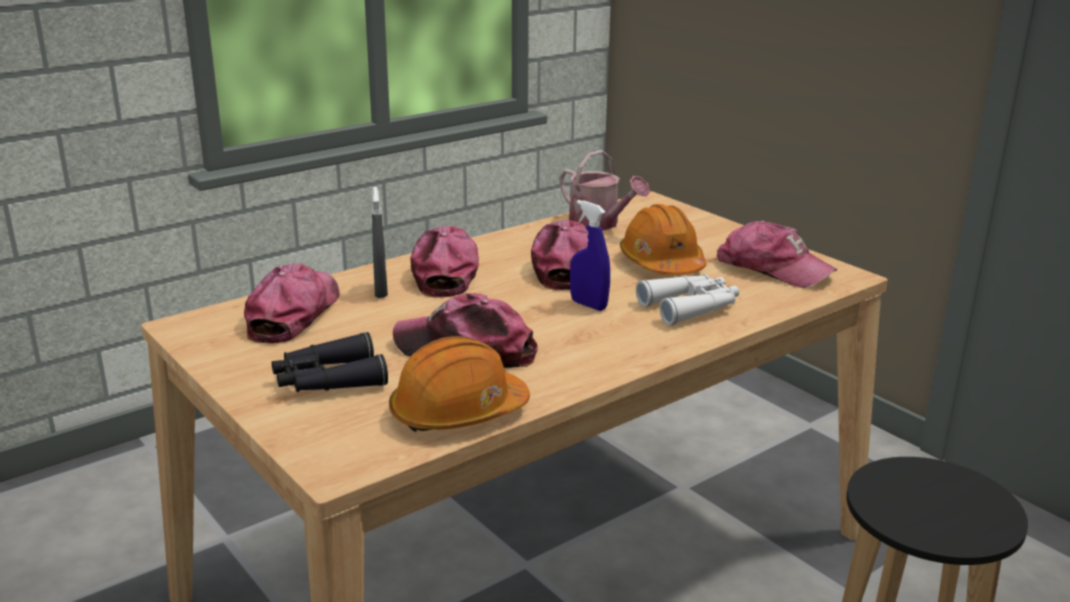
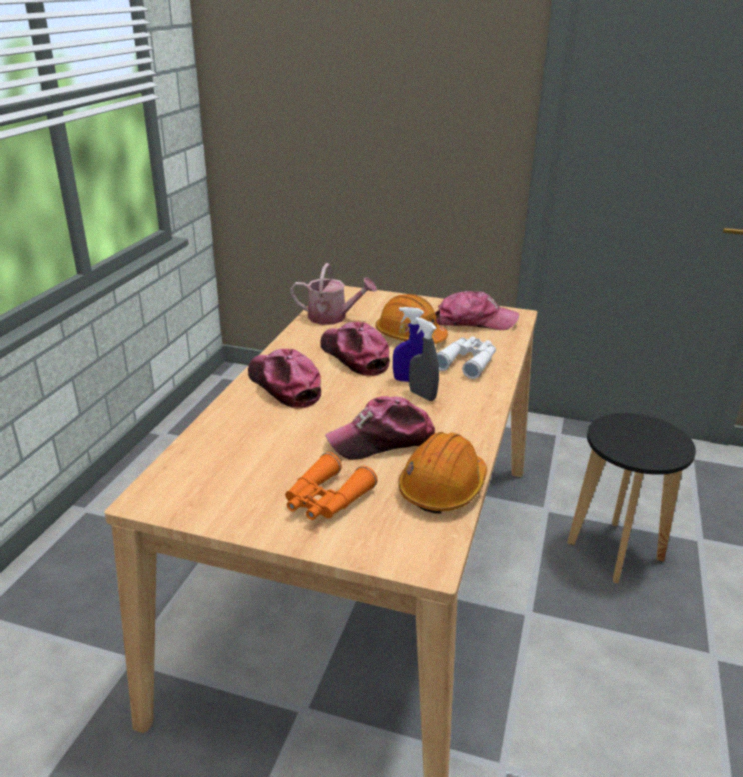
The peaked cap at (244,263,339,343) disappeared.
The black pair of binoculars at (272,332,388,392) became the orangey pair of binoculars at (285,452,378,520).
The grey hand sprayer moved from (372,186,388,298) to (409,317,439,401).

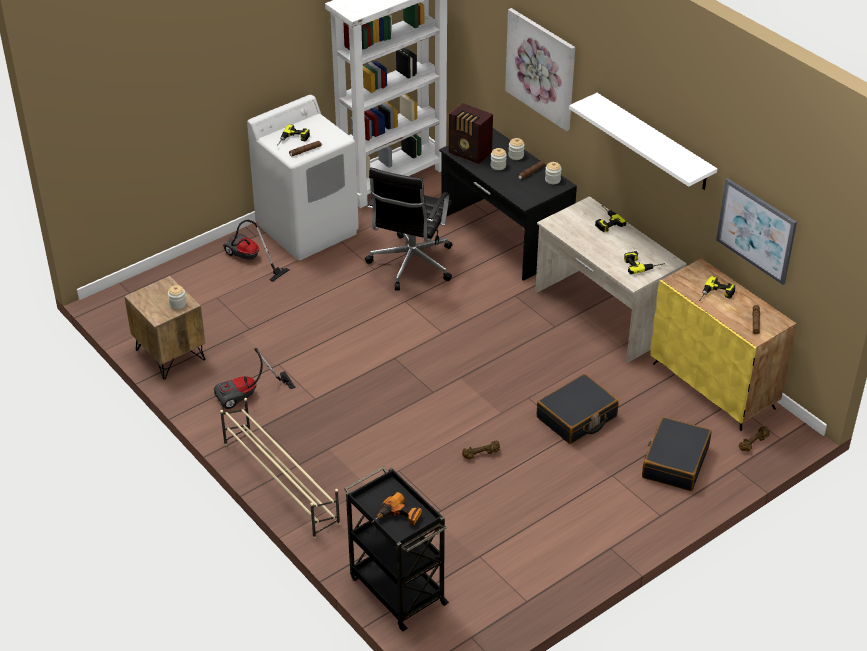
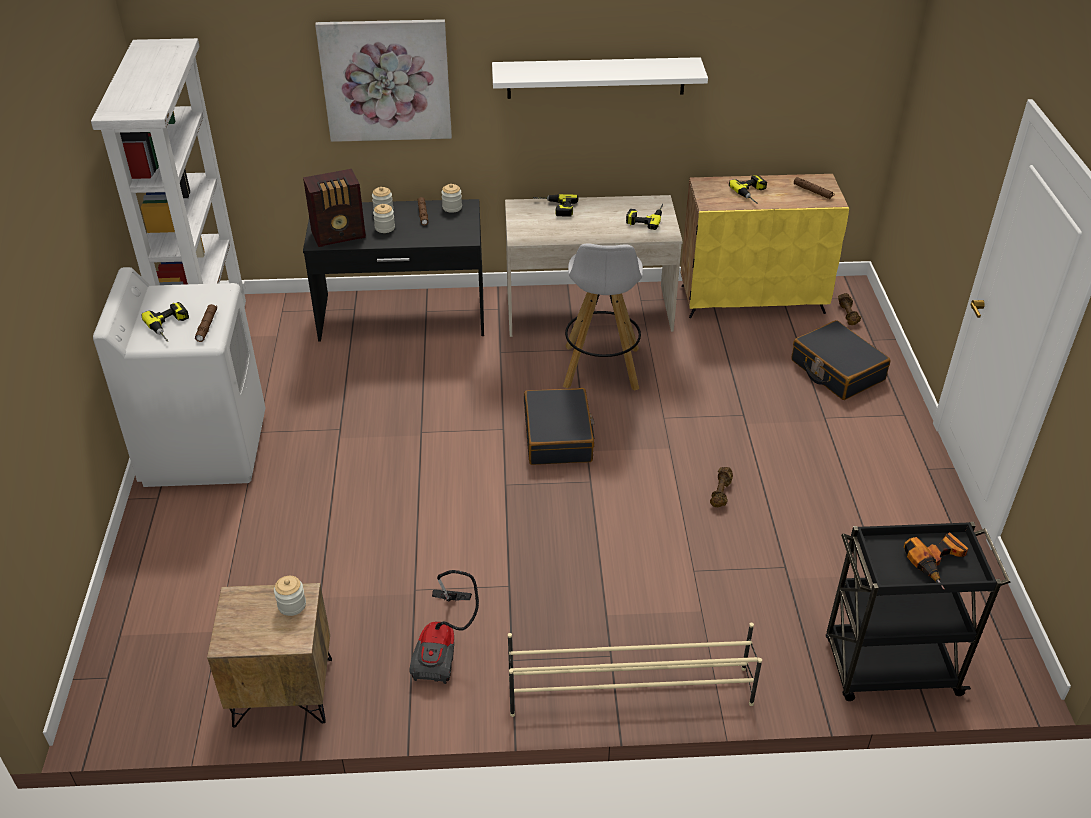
The vacuum at (223,220,290,282) disappeared.
The black computer chair at (365,167,452,290) disappeared.
The black travel case moved from (536,374,619,444) to (524,388,595,465).
The picture at (716,178,797,285) disappeared.
The white stool seat at (563,243,643,391) appeared.

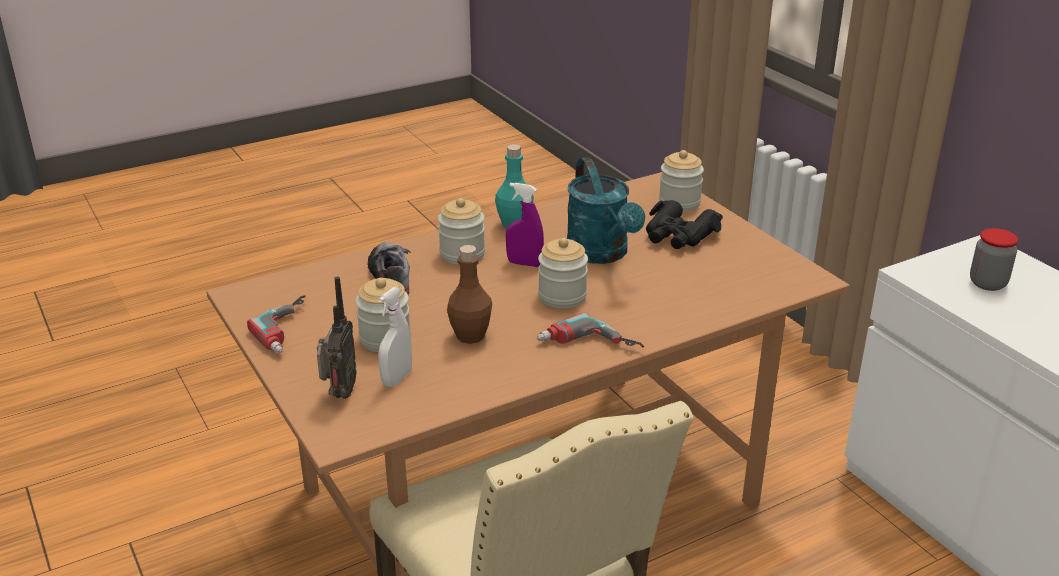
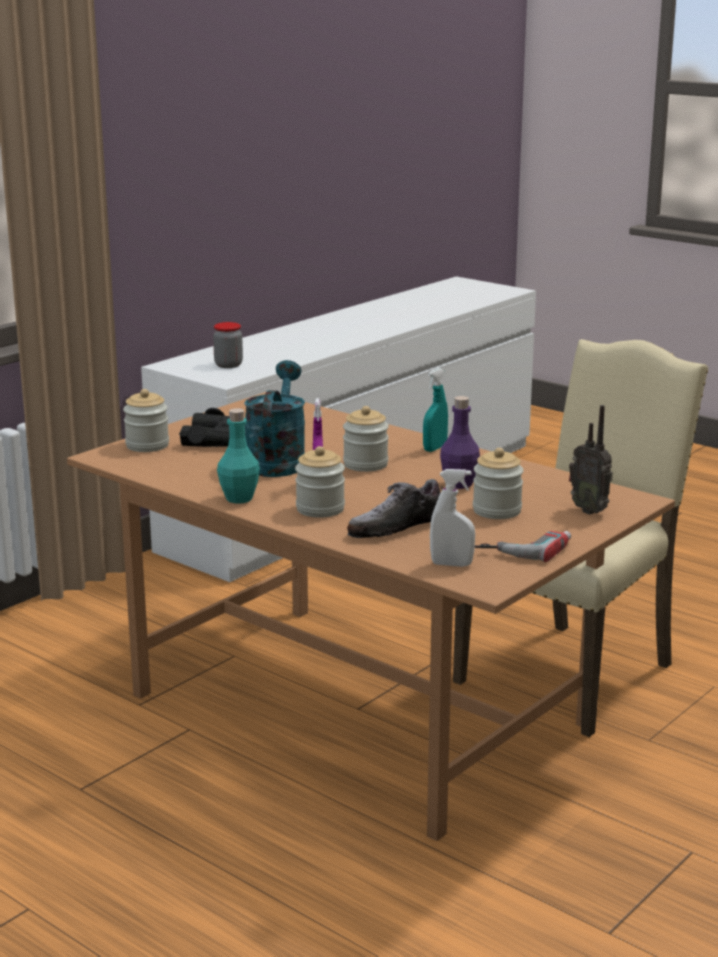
The radio at (317,276,357,399) turned 120 degrees counterclockwise.
The white hand sprayer moved from (378,287,412,387) to (430,469,475,567).
The brown beverage bottle at (447,245,492,344) became the purplish beverage bottle at (440,396,480,489).
The power drill at (537,313,644,347) was replaced by the turquoise hand sprayer at (423,368,448,452).
The turquoise watering pot at (567,157,645,264) turned 45 degrees counterclockwise.

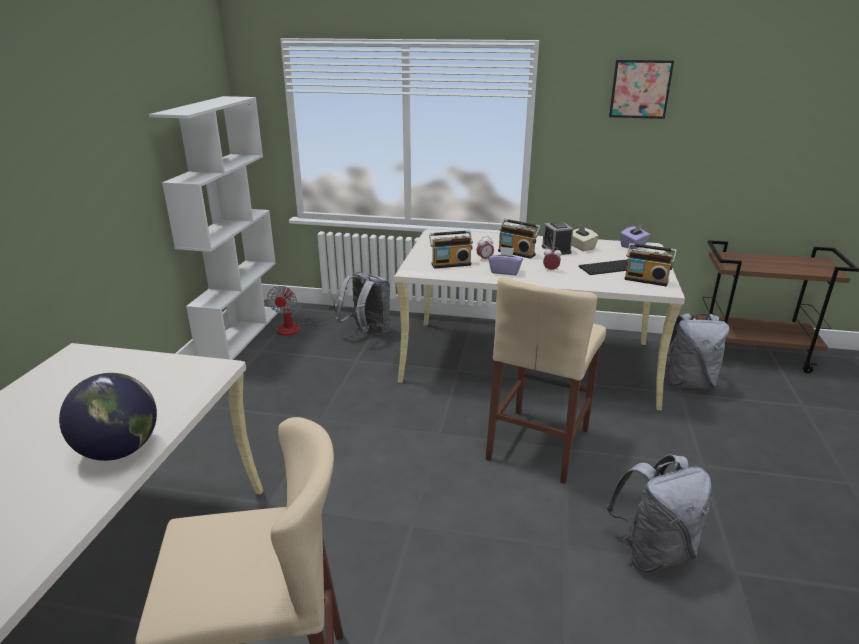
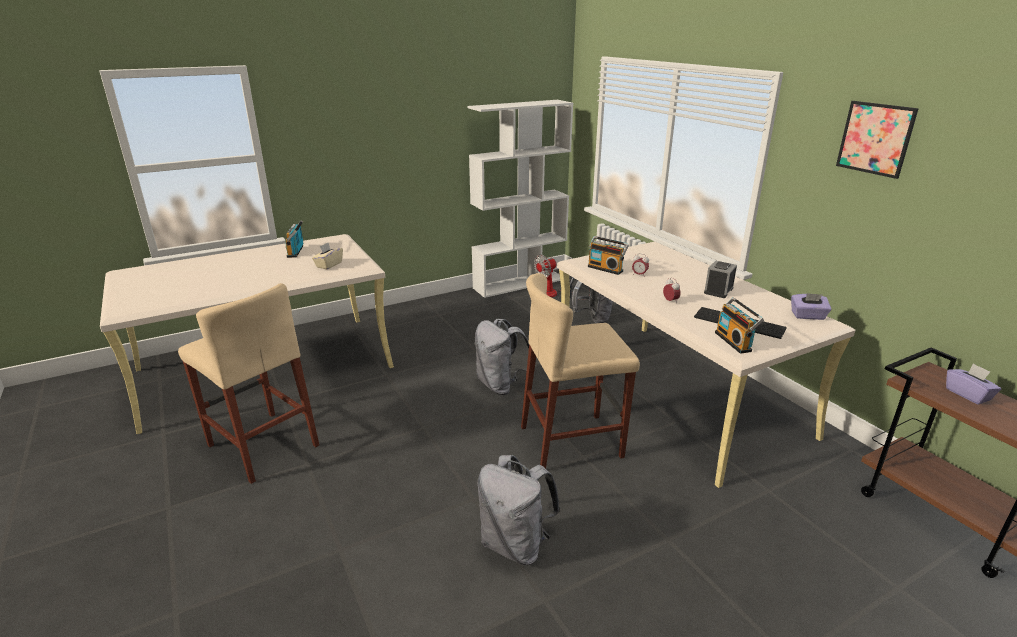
The globe at (59,373,157,461) disappeared.
The purplish tissue box moved from (489,247,523,275) to (946,363,1001,405).
The radio moved from (498,219,541,259) to (285,220,304,258).
The sand-coloured tissue box moved from (572,225,599,251) to (312,243,343,269).
The grey rucksack moved from (666,313,729,389) to (475,319,529,395).

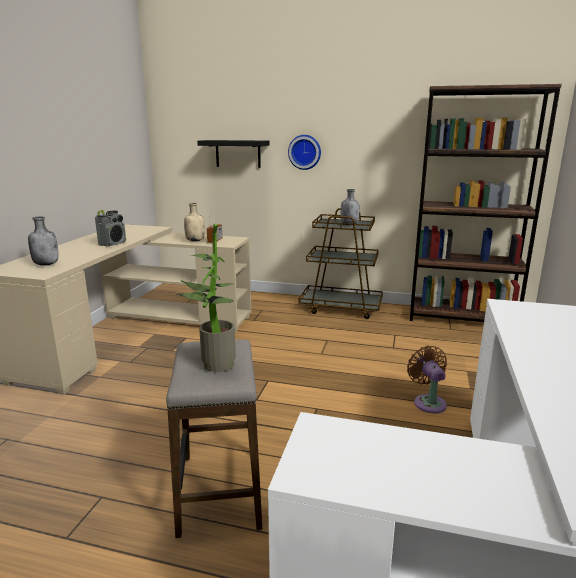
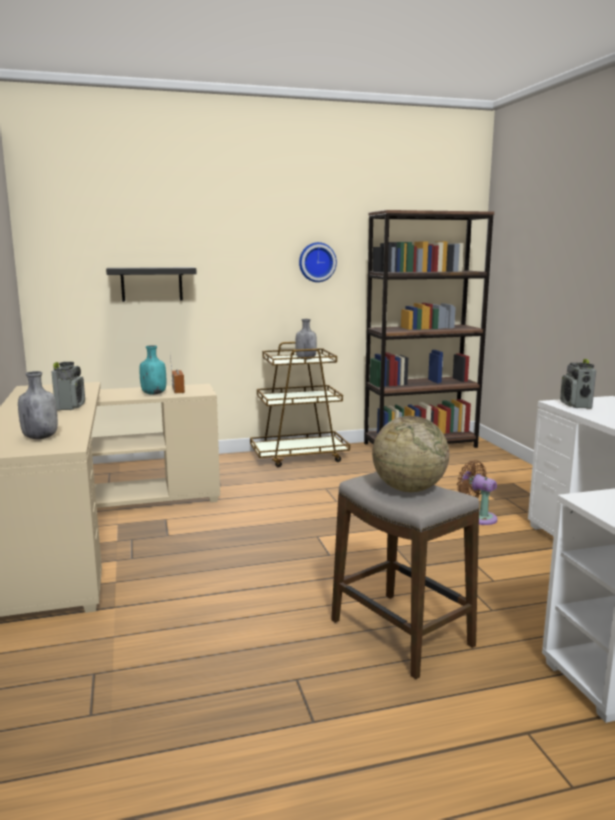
The houseplant at (176,224,236,372) was replaced by the globe at (372,416,449,492).
The sand-coloured beverage bottle at (184,203,205,242) became the turquoise beverage bottle at (139,345,166,395).
The hanging clock moved from (288,135,321,170) to (299,242,337,282).
The radio at (560,359,596,409) appeared.

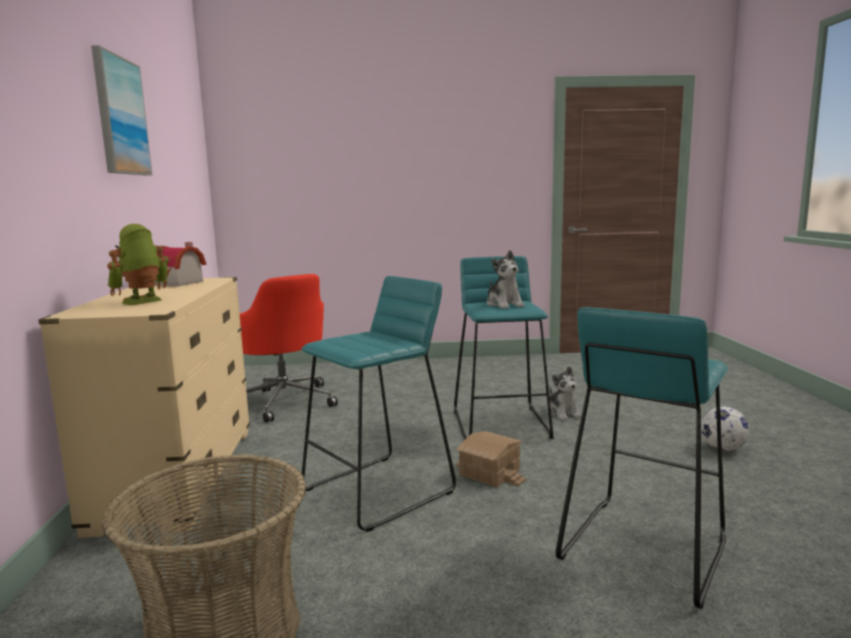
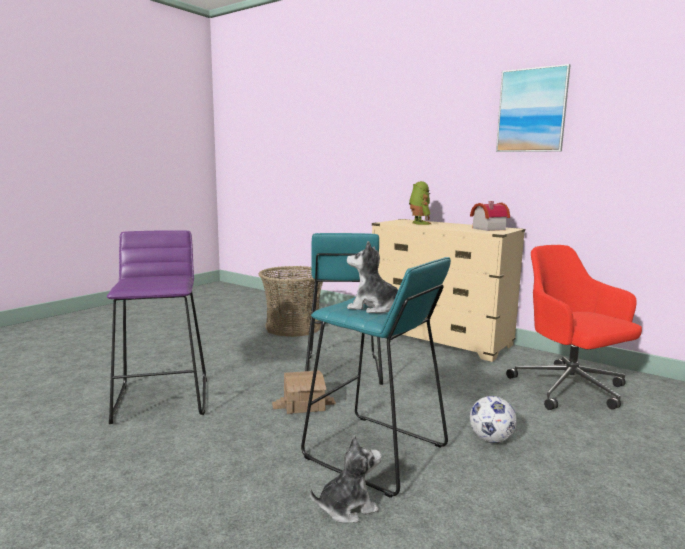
The red computer chair at (240,274,338,423) turned 60 degrees clockwise.
The plush toy at (546,366,582,421) turned 135 degrees clockwise.
The turquoise stool seat at (556,307,728,609) became the purplish stool seat at (107,230,207,424).
The football ball moved from (701,406,749,451) to (470,396,517,443).

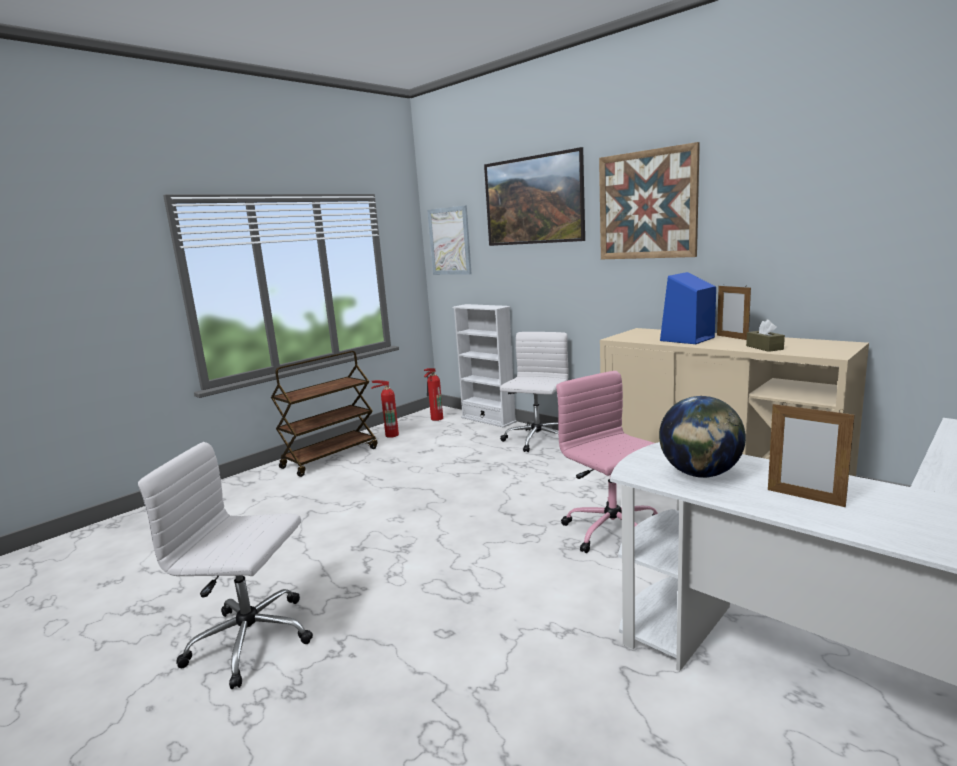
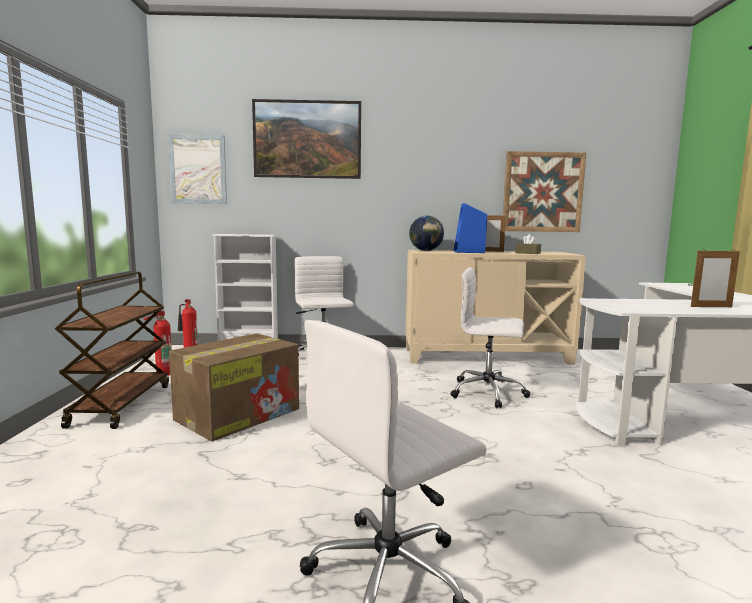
The pink computer chair at (556,371,658,553) became the white computer chair at (451,267,530,409).
The picture moved from (599,142,700,259) to (503,151,586,232).
The globe moved from (659,396,746,478) to (409,216,444,251).
The cardboard box at (169,333,299,442) appeared.

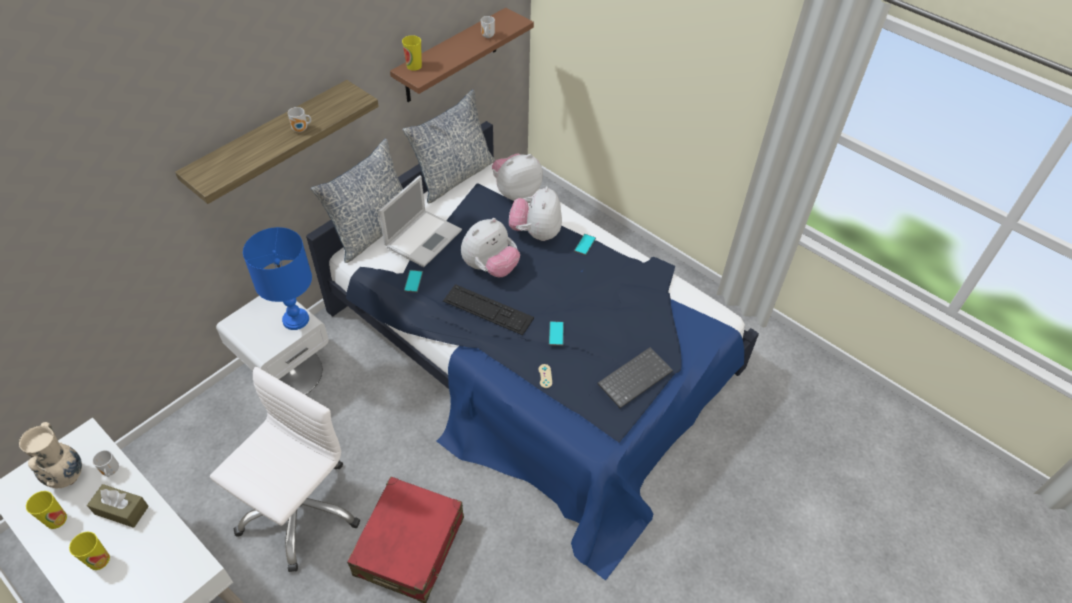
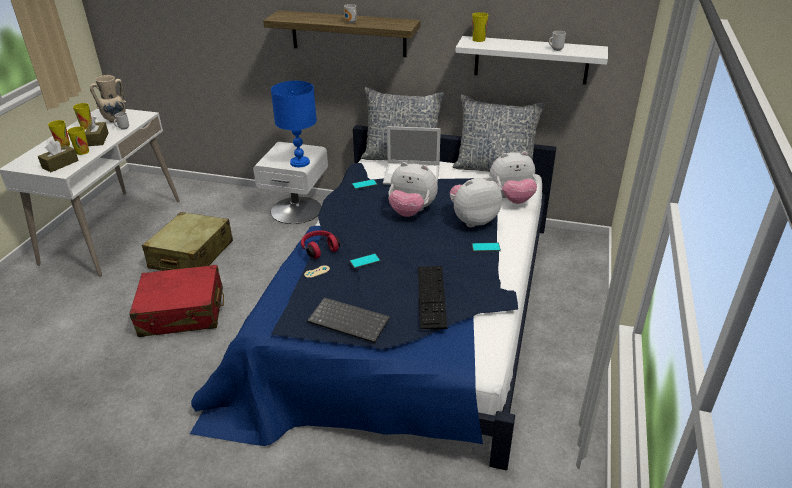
The white computer chair at (210,367,360,572) was replaced by the sand-coloured travel case at (142,212,233,271).
The brown wall shelf at (390,8,534,102) became the white wall shelf at (455,36,608,85).
The keyboard moved from (443,284,534,335) to (418,266,447,329).
The plush toy at (492,153,543,201) turned 135 degrees clockwise.
The brown tissue box at (38,140,79,172) appeared.
The drinking cup at (67,127,89,155) appeared.
The red headphones at (301,230,340,259) appeared.

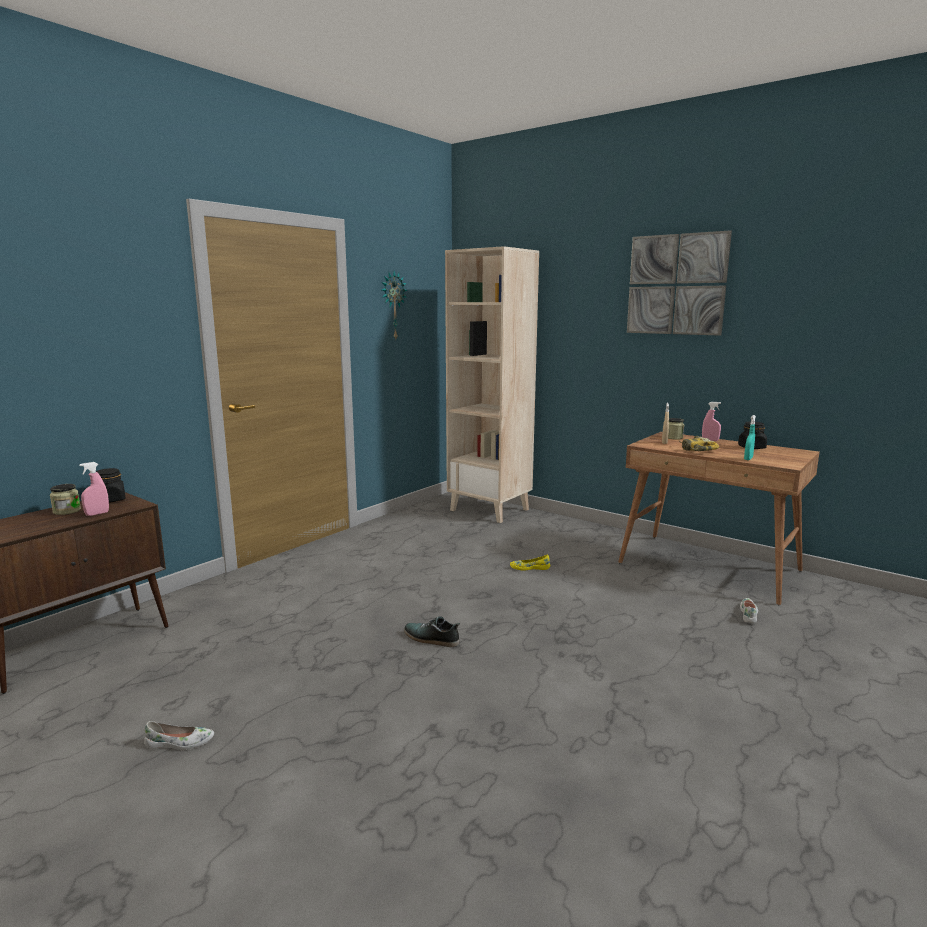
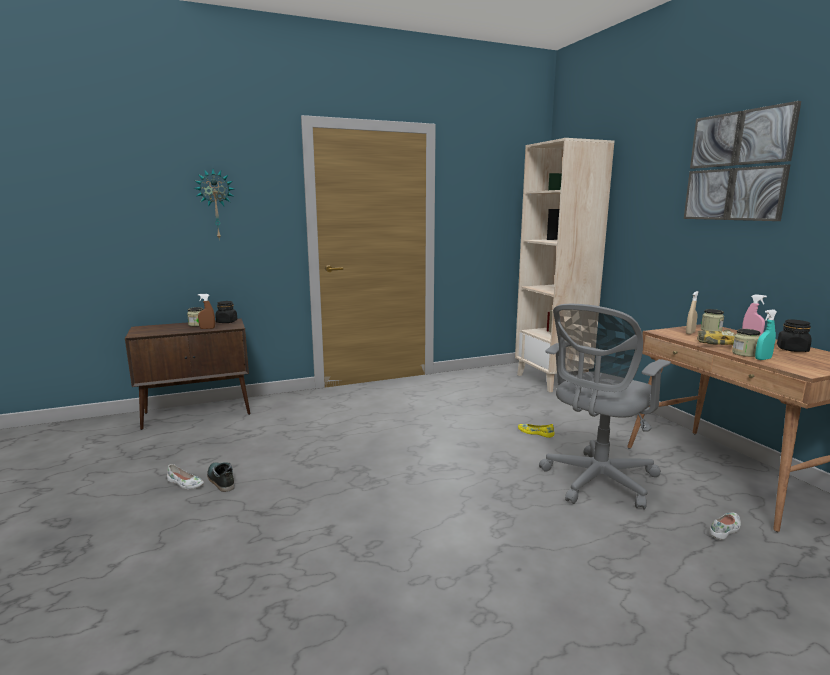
The pink hand sprayer at (79,462,109,516) became the brown hand sprayer at (198,294,215,329).
The hanging clock moved from (381,271,408,339) to (194,169,234,240).
The shoe moved from (404,616,460,647) to (207,462,235,492).
The grey computer chair at (539,304,671,510) appeared.
The storage jar at (732,329,761,357) appeared.

